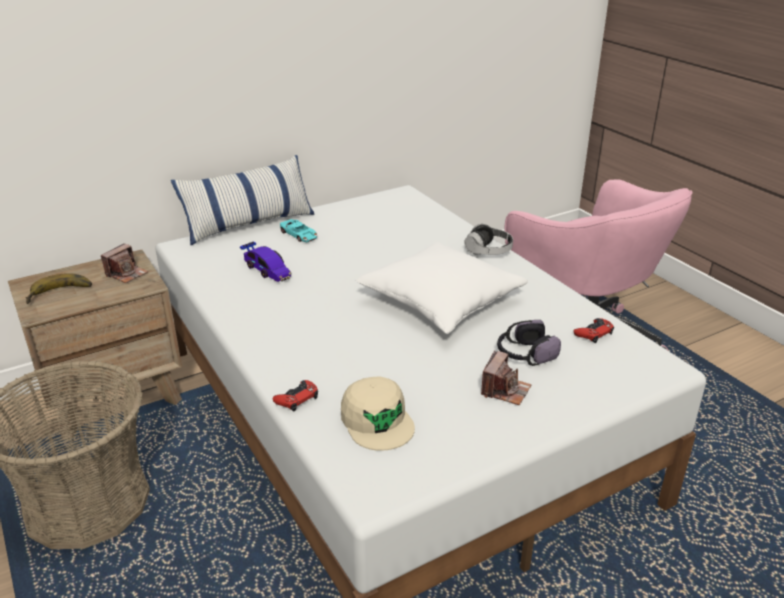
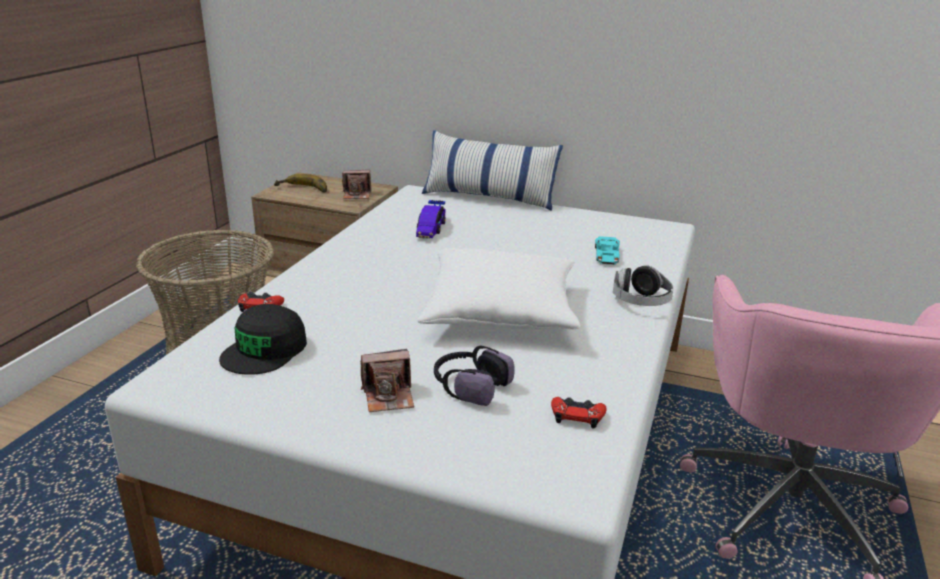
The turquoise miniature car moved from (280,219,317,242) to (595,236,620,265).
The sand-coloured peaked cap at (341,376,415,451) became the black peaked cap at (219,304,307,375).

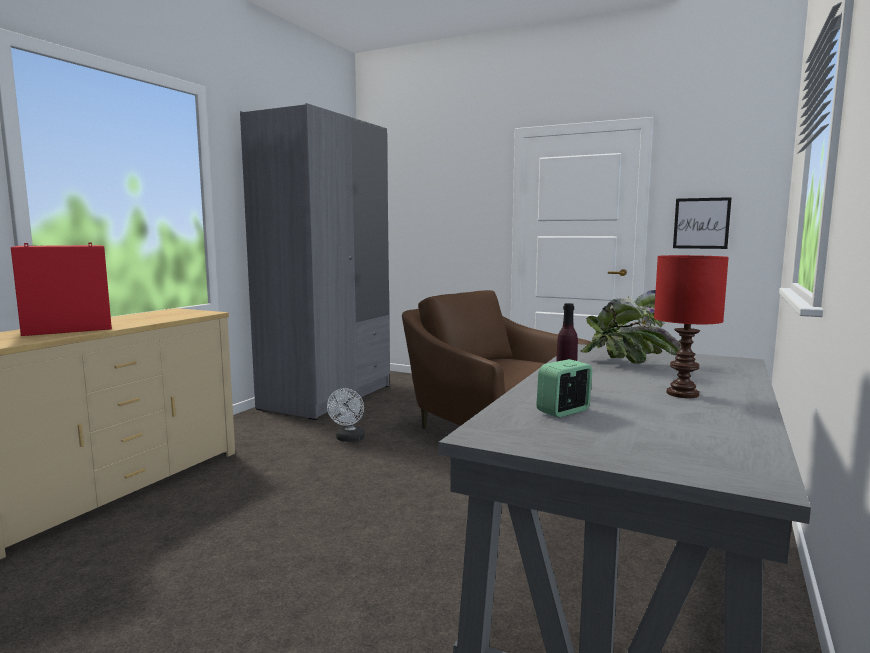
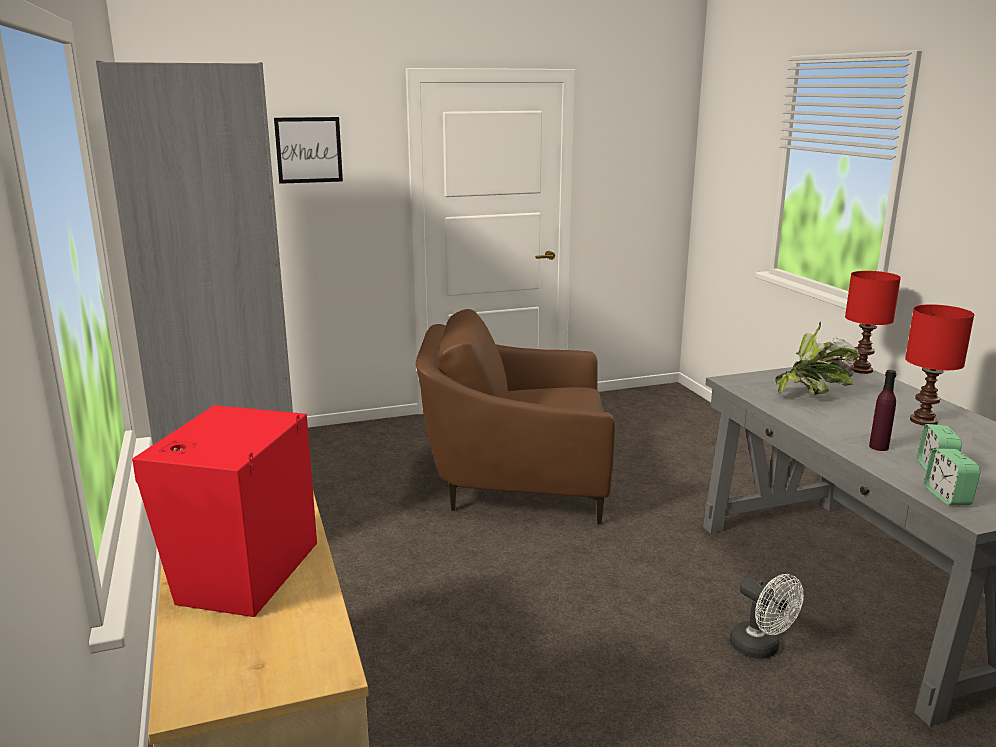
The white electric fan moved from (327,388,365,442) to (729,574,804,659).
The picture moved from (673,197,732,249) to (274,117,343,184).
The red lamp for a table at (845,271,901,374) appeared.
The alarm clock at (925,449,980,505) appeared.

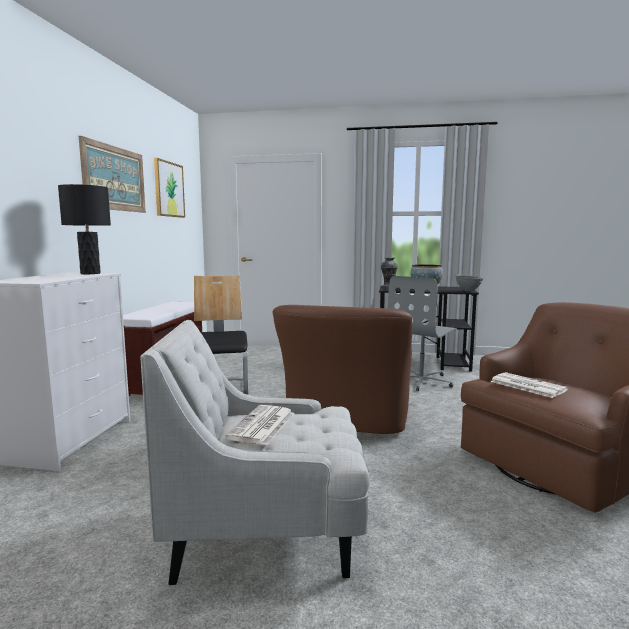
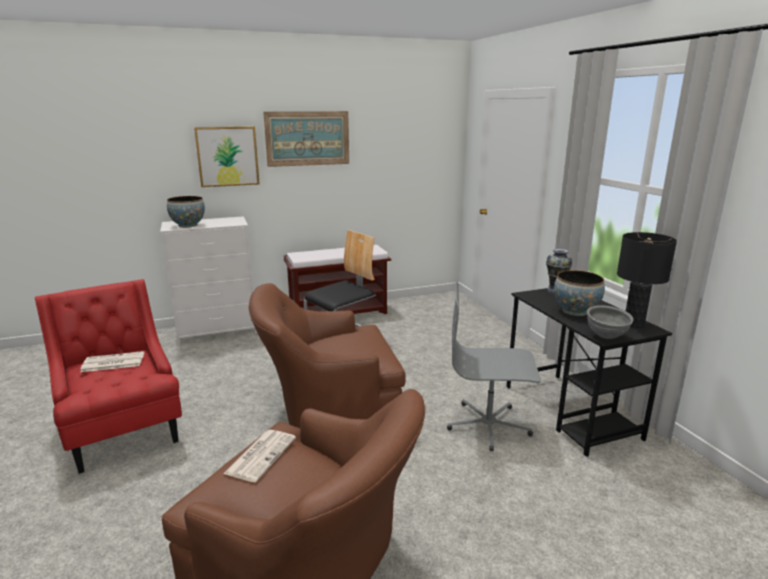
The black lamp for a table moved from (58,184,111,274) to (617,232,677,328).
The white easy chair at (140,320,370,585) became the red easy chair at (35,279,182,474).
The picture moved from (154,158,185,218) to (194,126,260,187).
The deep dish at (167,196,205,228) appeared.

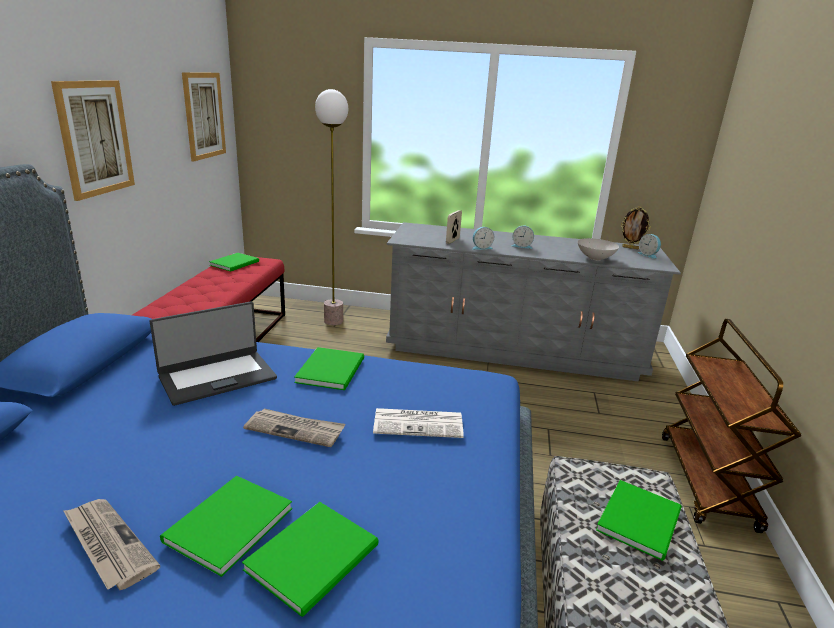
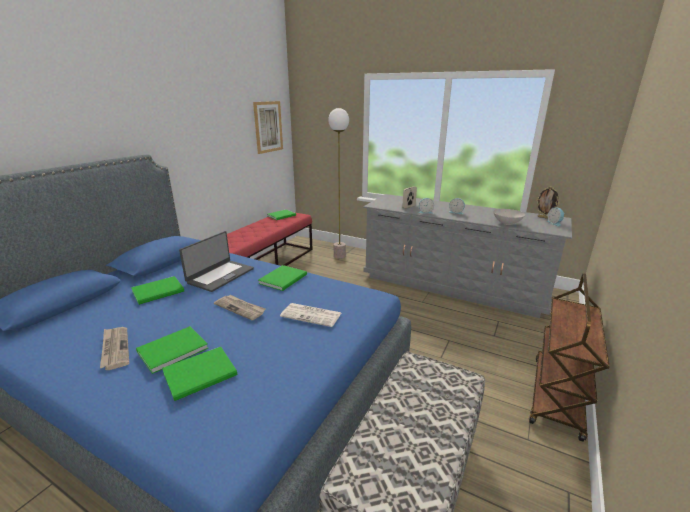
The picture at (51,80,135,201) disappeared.
The laptop at (150,302,277,406) turned 45 degrees counterclockwise.
The greenish book moved from (596,480,682,561) to (131,276,184,305).

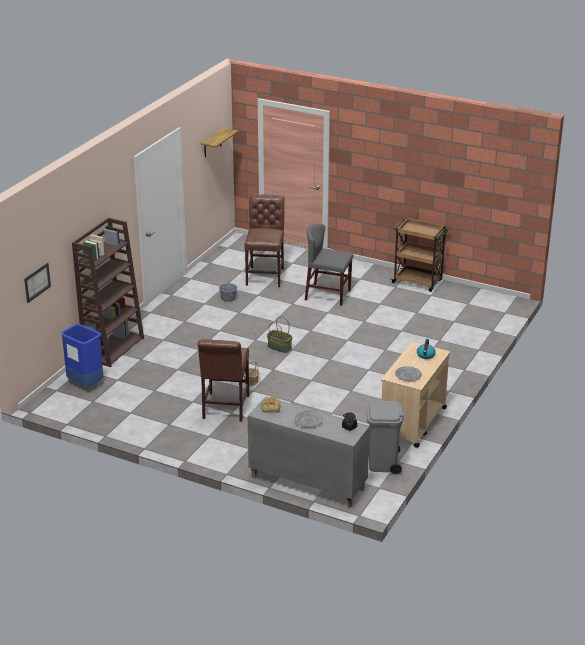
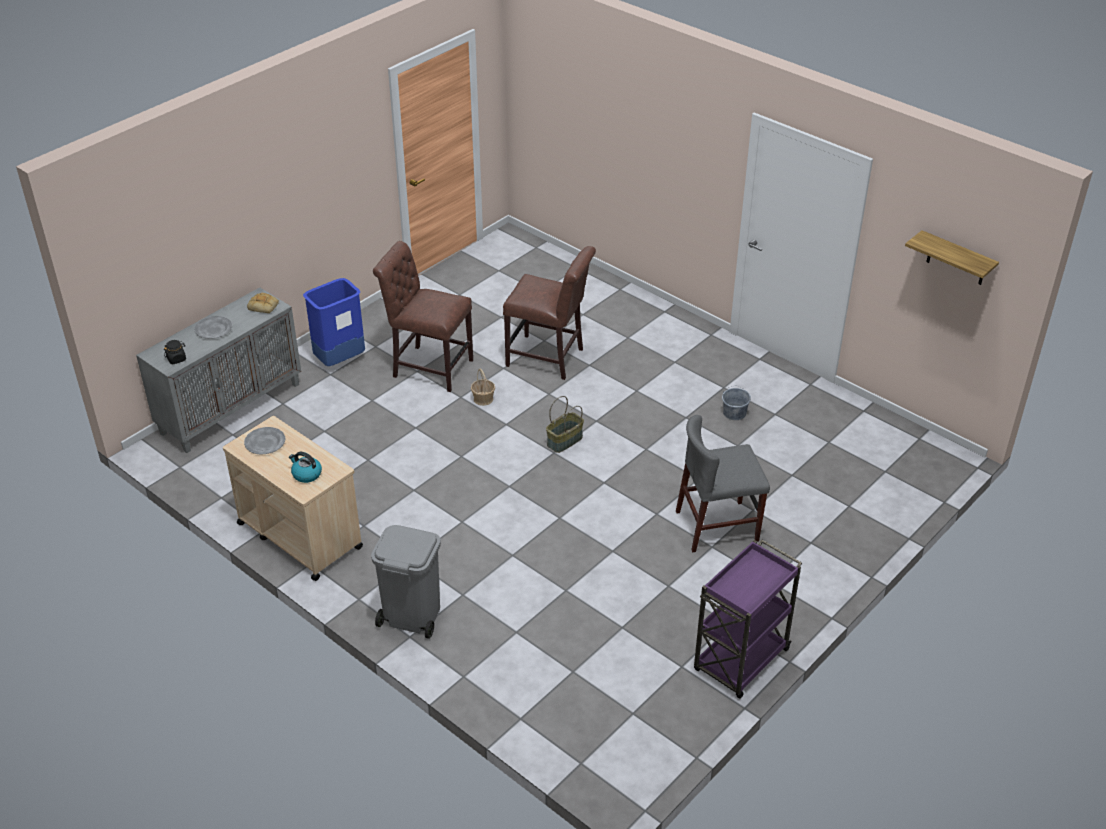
The picture at (24,263,51,303) disappeared.
The blue-coloured waste bin moved from (61,324,103,387) to (303,278,365,366).
The brown shelving unit at (72,218,144,367) disappeared.
The brown plain chair moved from (244,194,285,287) to (503,246,596,380).
The grey plain chair at (305,223,353,306) turned 135 degrees counterclockwise.
The grey waste bin moved from (366,401,404,474) to (371,525,441,639).
The brown wheeled cart at (391,218,449,292) became the purplish wheeled cart at (694,539,802,699).

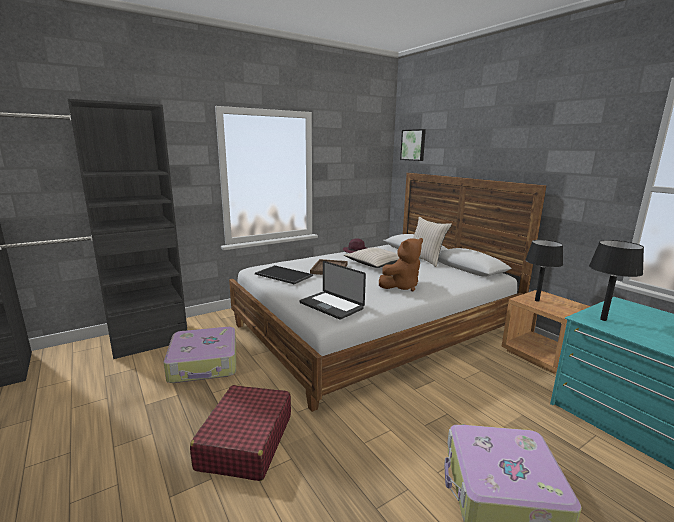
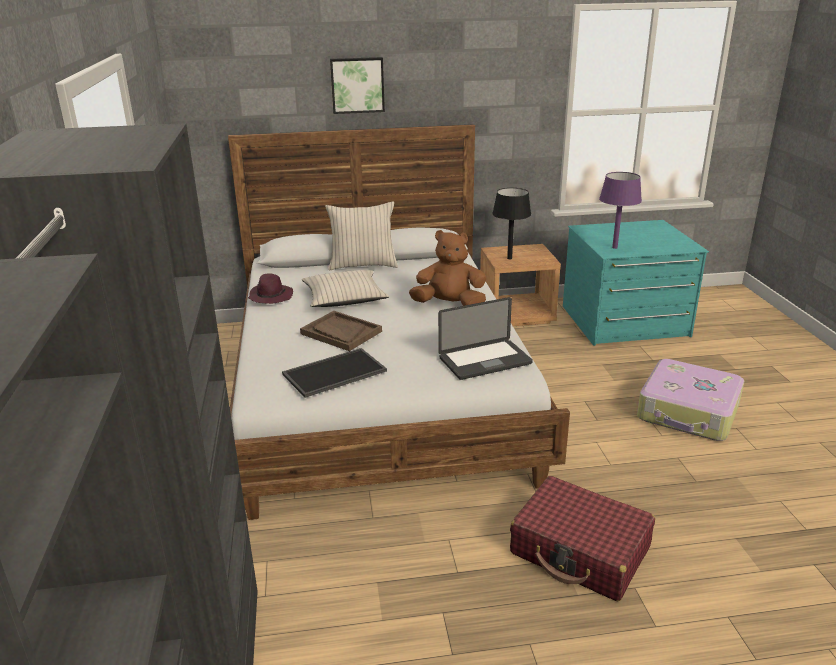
The travel case at (164,327,236,383) disappeared.
The brown plush toy at (379,238,423,291) turned 75 degrees counterclockwise.
The picture moved from (400,129,426,161) to (330,57,385,114).
The black lamp for a table at (589,240,644,321) became the purplish lamp for a table at (599,172,642,249).

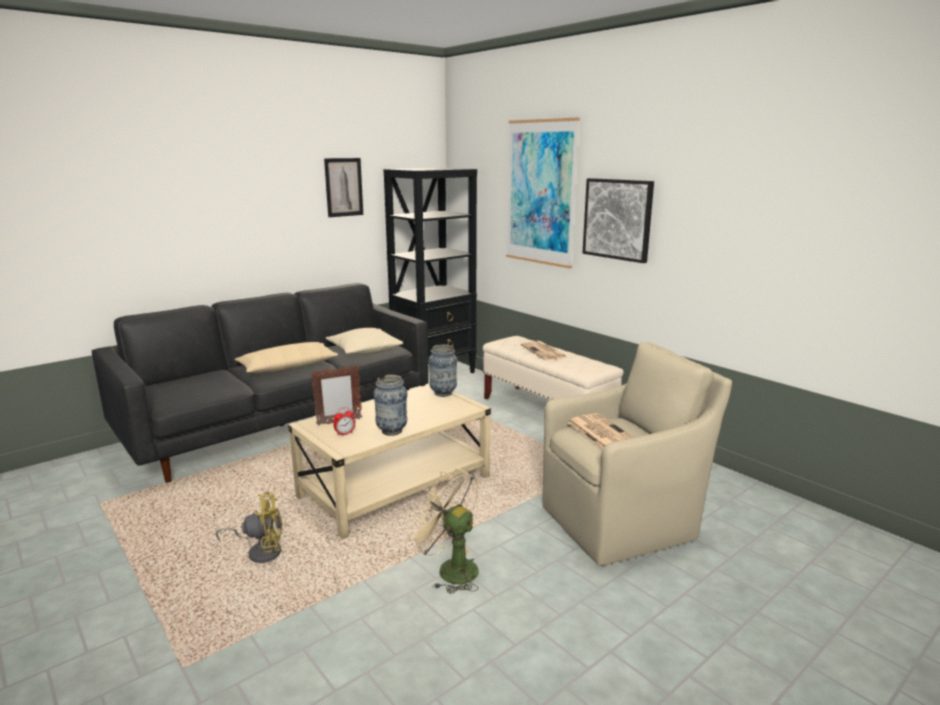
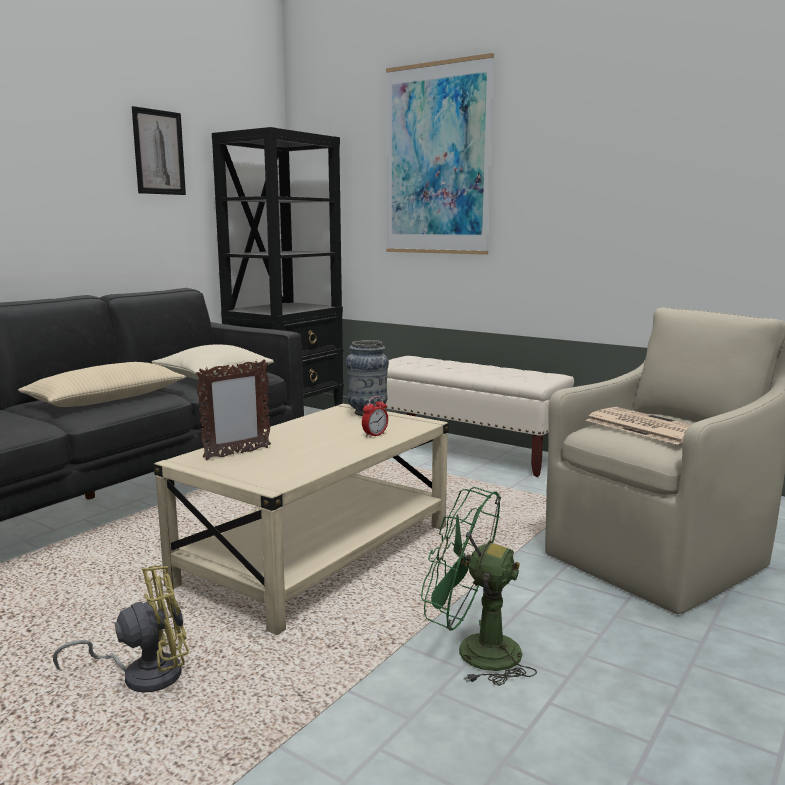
The alarm clock moved from (334,407,355,436) to (362,396,388,438).
The decorative vase at (373,375,407,436) disappeared.
The sand-coloured electric fan at (407,468,479,594) became the greenish electric fan at (421,487,537,686).
The printed paper at (521,341,566,360) disappeared.
The picture at (583,178,654,263) disappeared.

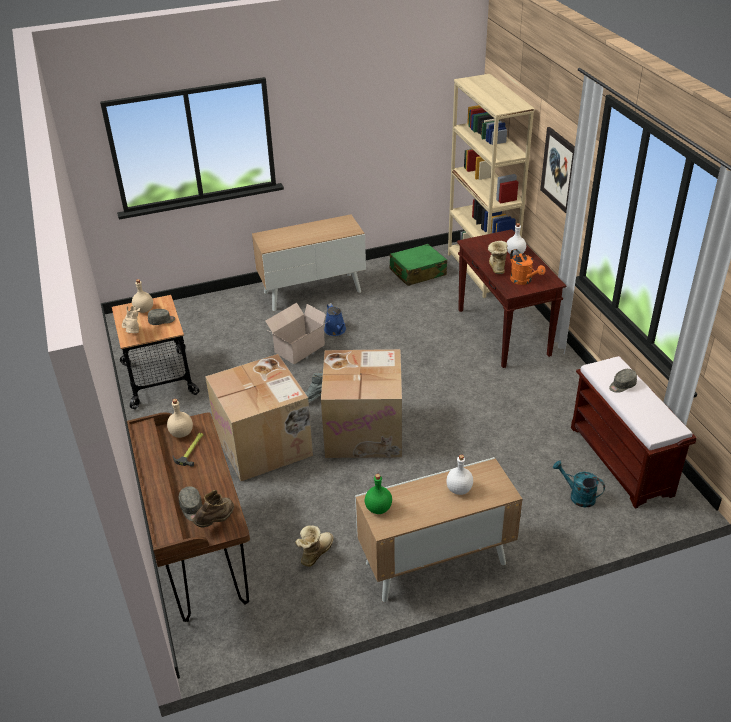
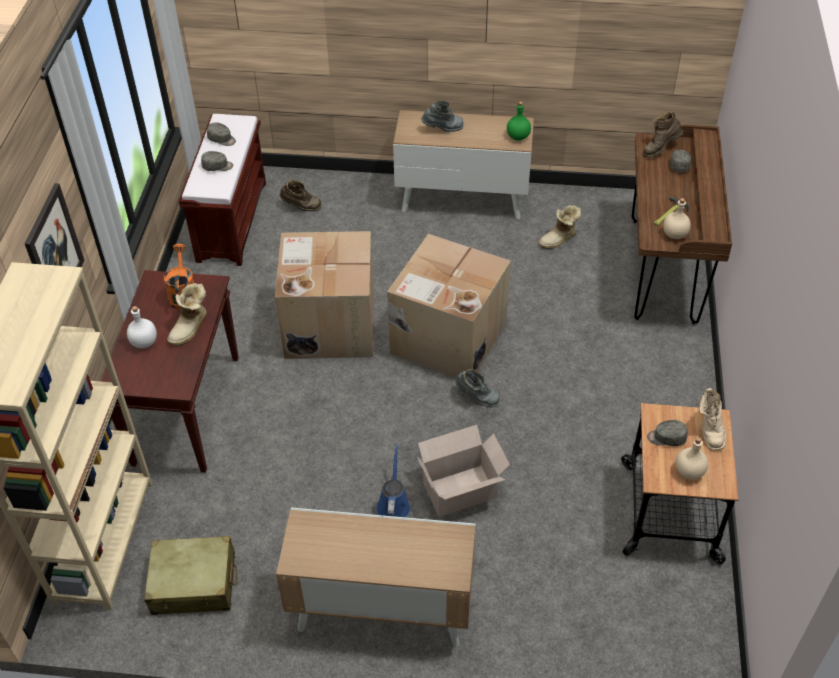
The cardboard box moved from (205,354,313,481) to (275,231,374,359).
The greenish travel case at (390,244,447,286) became the sand-coloured travel case at (144,536,237,615).
The white beverage bottle at (446,455,473,495) was replaced by the grey high-top boot at (421,100,464,132).
The turquoise watering pot at (553,460,605,508) was replaced by the brown high-top boot at (280,180,322,211).
The grey peaked cap at (207,122,236,146) appeared.

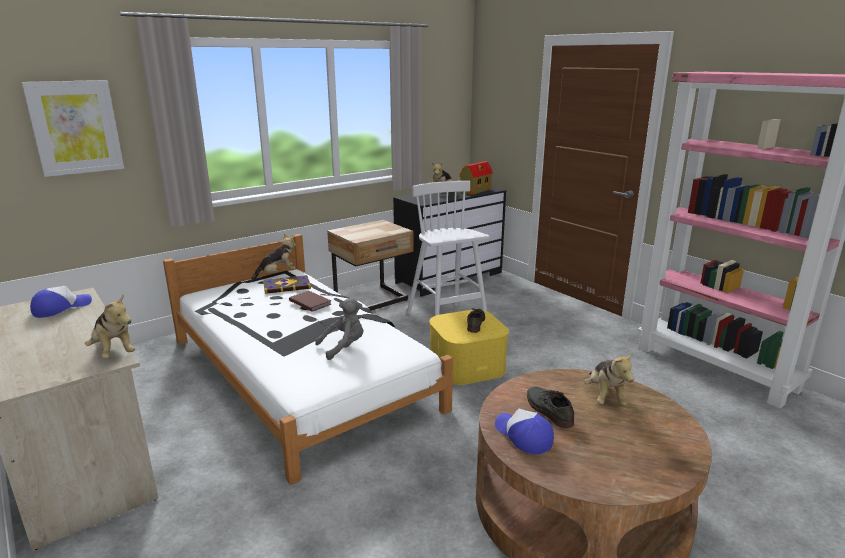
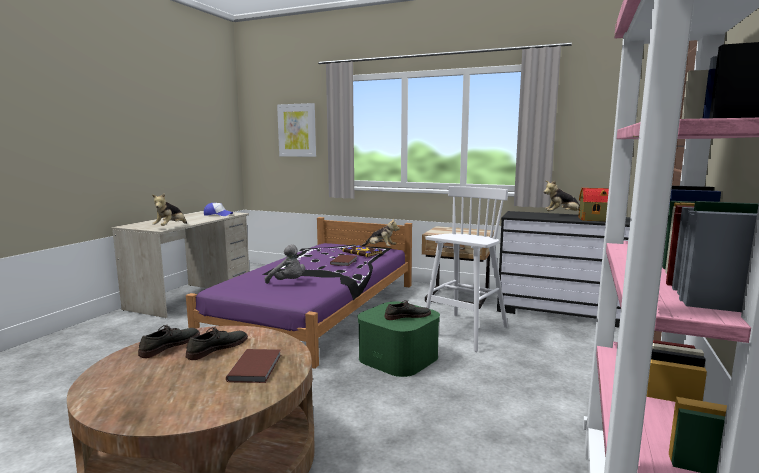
The white sleeping bed at (163,234,453,485) became the purplish sleeping bed at (186,217,412,369).
The yellowish storage bin at (429,310,509,385) became the greenish storage bin at (358,302,440,377).
The peaked cap at (495,409,554,454) was replaced by the grey shoe at (138,324,200,358).
The plush toy at (584,353,634,406) was replaced by the brown book at (226,349,281,383).

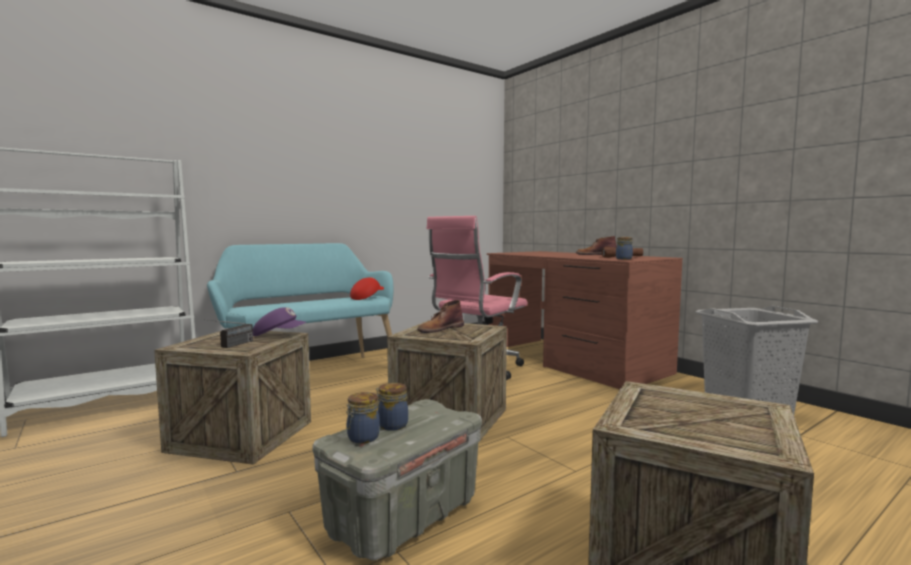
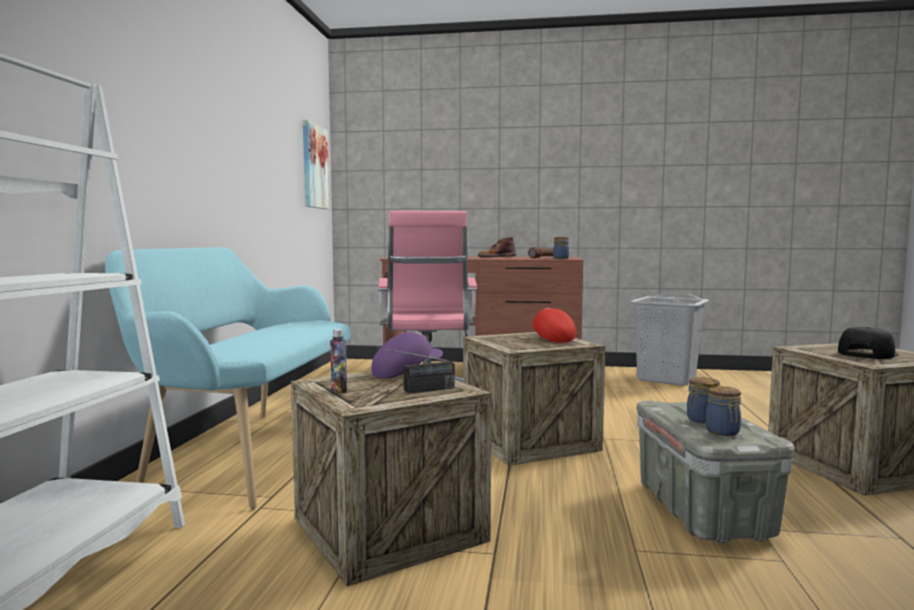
The radio at (204,319,253,348) turned 90 degrees clockwise.
The red peaked cap moved from (350,277,384,300) to (532,308,576,343).
The brown high-top boot at (417,300,464,333) disappeared.
The picture at (303,120,329,209) appeared.
The beverage bottle at (330,329,347,394) appeared.
The black peaked cap at (838,327,899,359) appeared.

